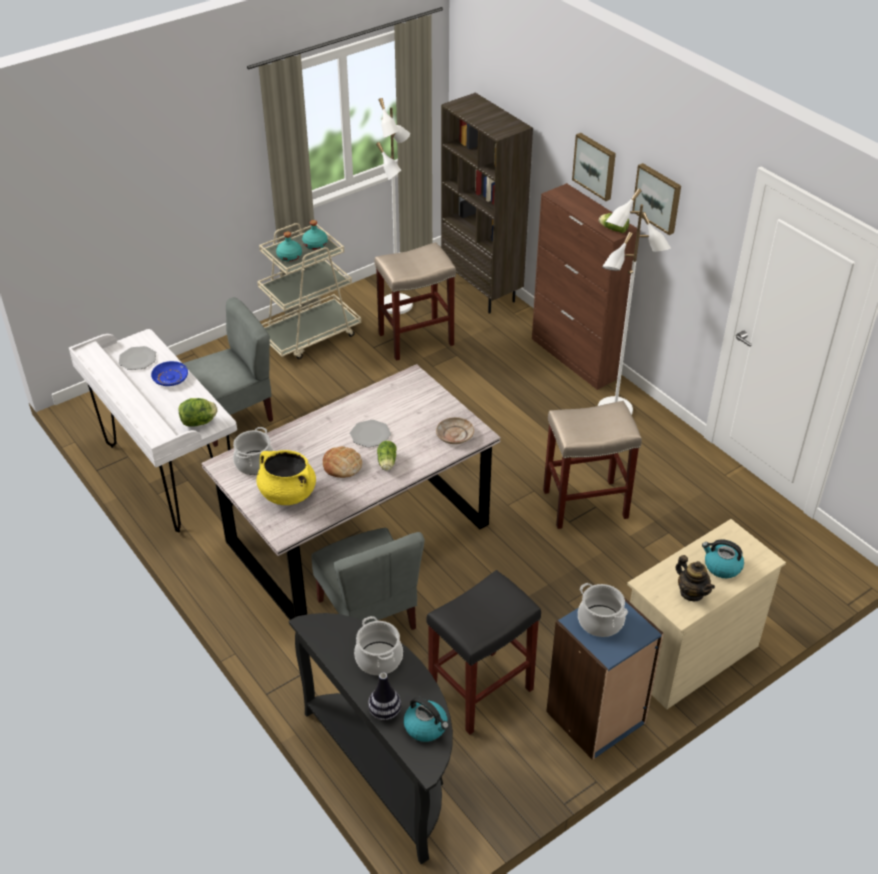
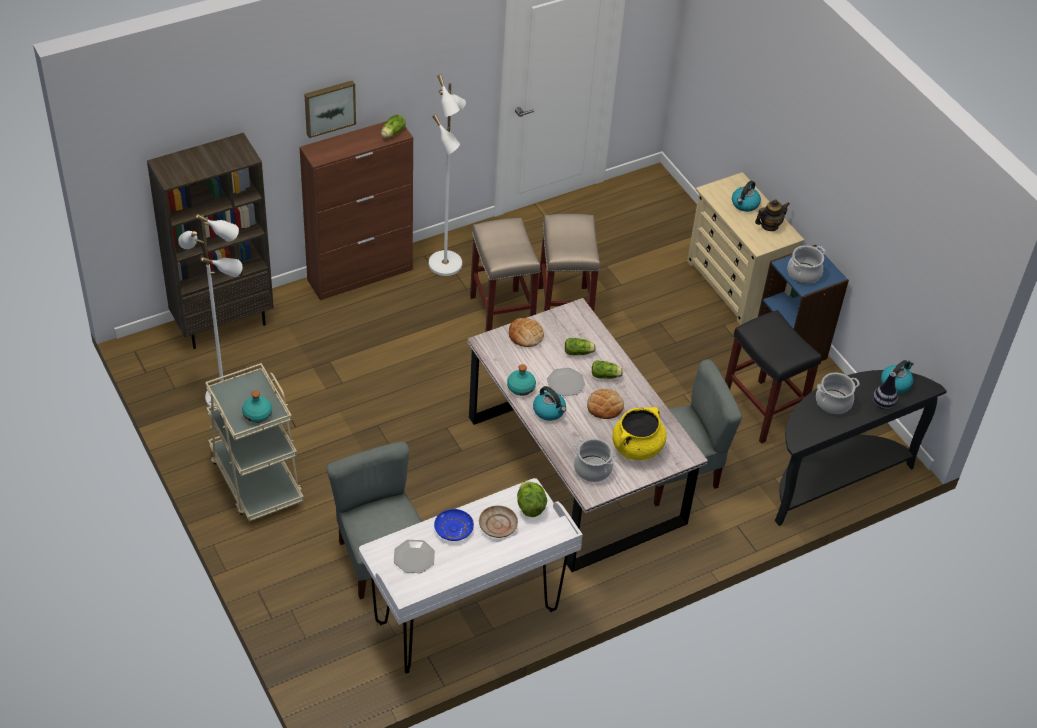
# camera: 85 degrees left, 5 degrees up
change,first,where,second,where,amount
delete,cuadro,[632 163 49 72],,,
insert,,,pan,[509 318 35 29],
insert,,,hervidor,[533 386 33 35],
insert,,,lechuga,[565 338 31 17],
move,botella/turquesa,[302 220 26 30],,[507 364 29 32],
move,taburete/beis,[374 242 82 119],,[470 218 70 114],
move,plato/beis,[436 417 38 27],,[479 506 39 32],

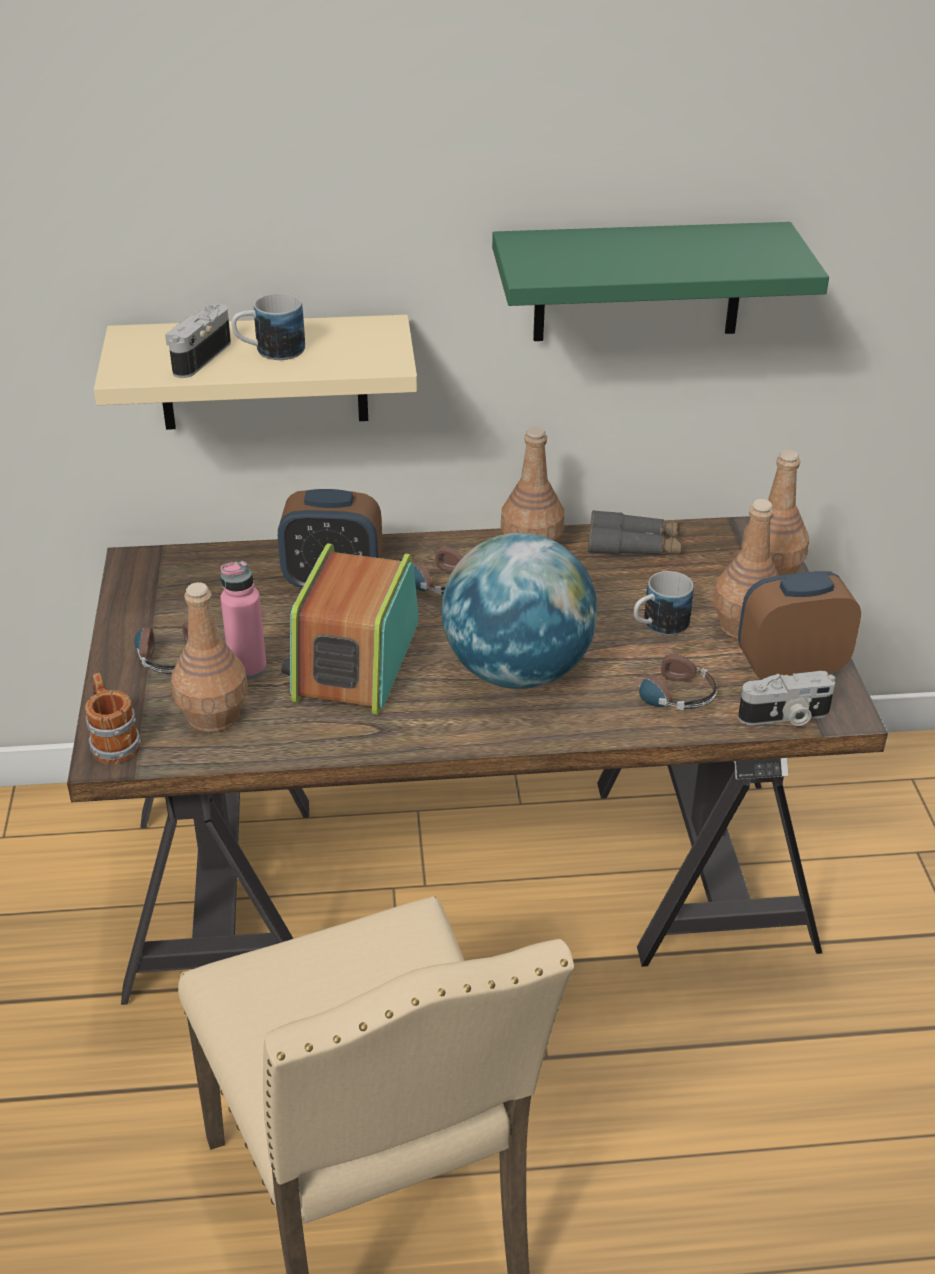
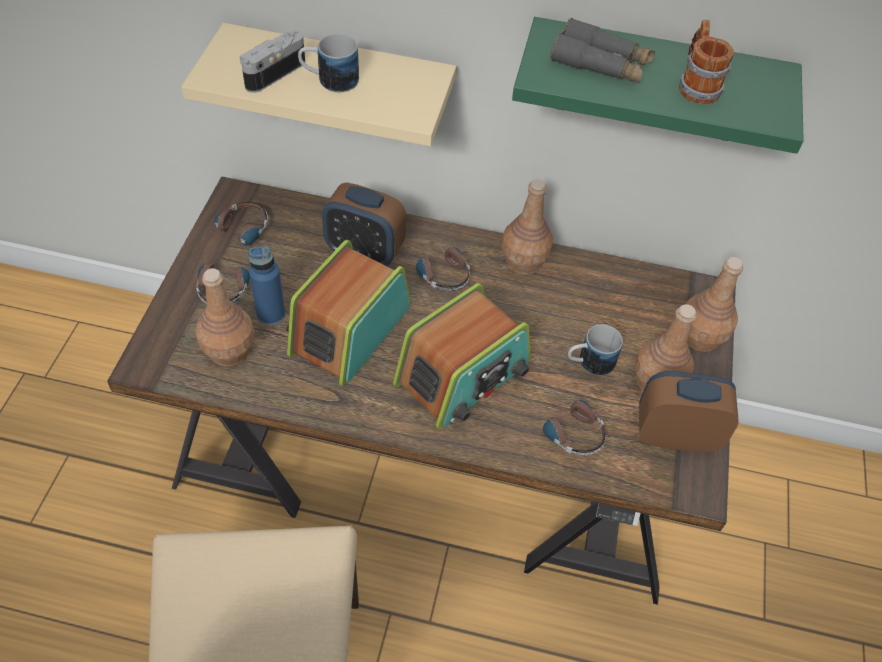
# camera: 15 degrees right, 15 degrees up
change,first,where,second,where,amount
delete,cámara,[738 671 97 55],,,
insert,,,auriculares,[208 202 60 43],
move,taza grande,[85 673 56 91],,[679 20 55 84],
move,prismáticos/gris,[588 510 94 45],,[550 18 105 65],
replace,globo terráqueo,[442 533 156 156],radio,[393 283 138 146],
recolor,botella/rosa,[220 561 47 119],botella/azul,[248 247 37 79],

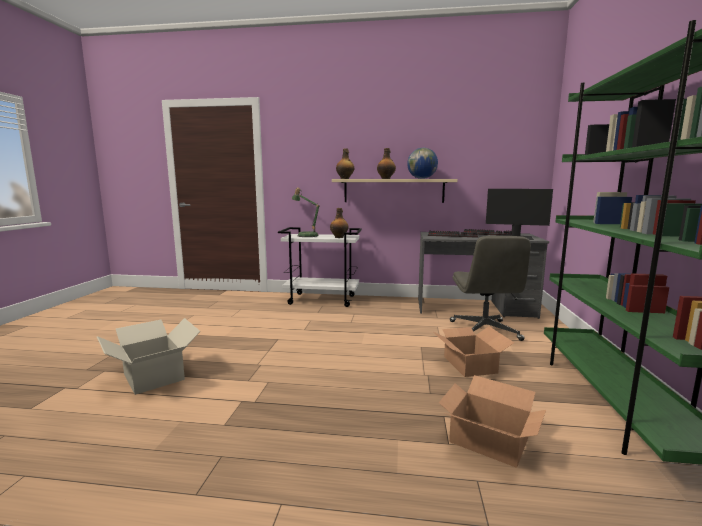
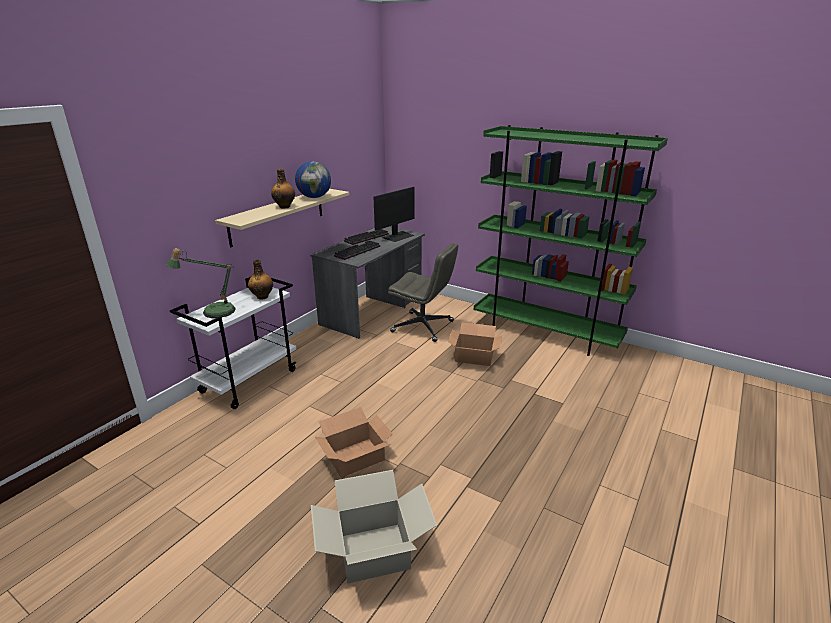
# camera: 65 degrees left, 15 degrees up
change,first,where,second,where,amount
delete,botella,[336 148 18 31],,,
move,caja de cartón,[439 375 107 92],,[315 407 78 71],

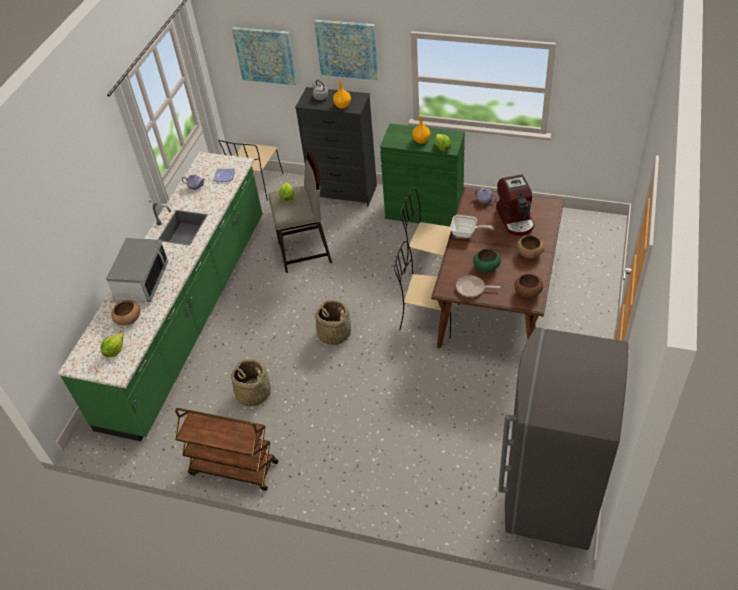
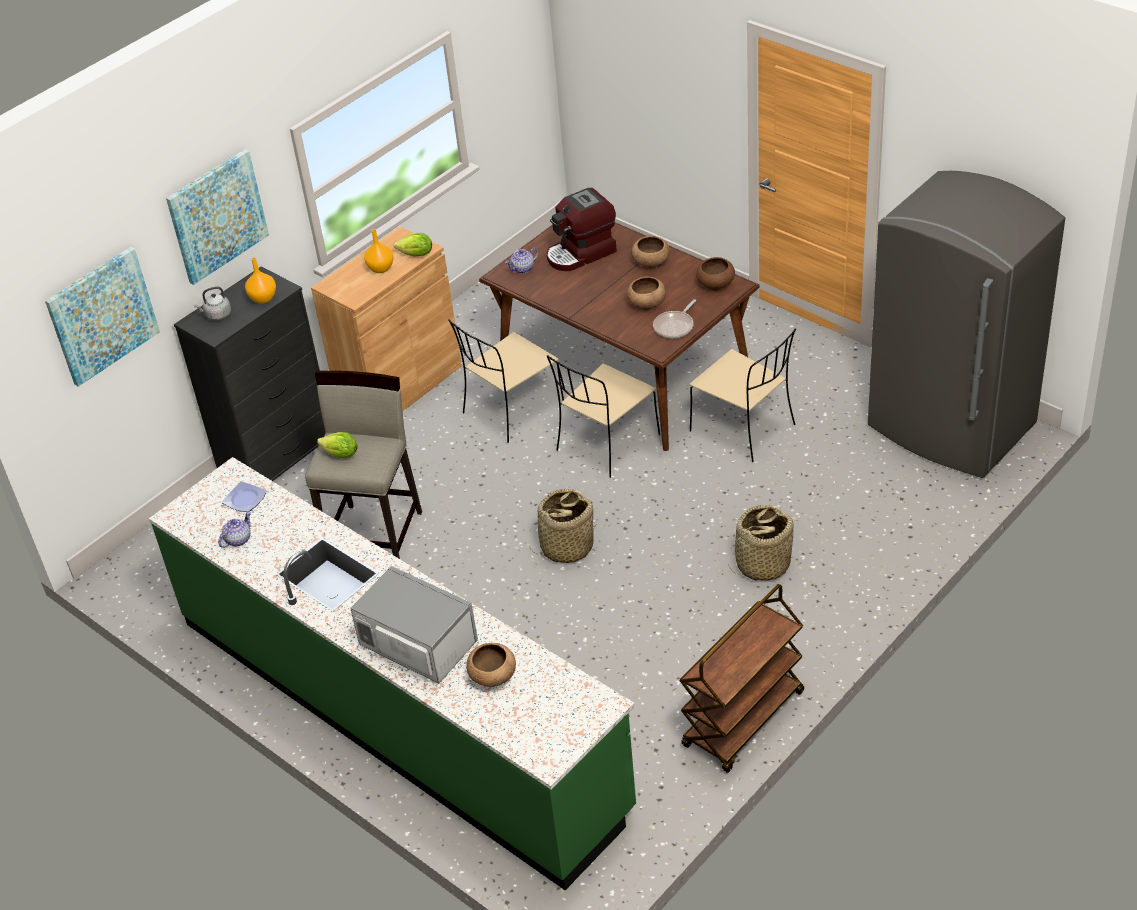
# camera: 65 degrees left, 5 degrees down
change,first,where,second,where,amount
delete,lechuga,[101 333 23 24],,,
delete,sartén,[450 215 44 23],,,
move,silla/beis,[219 140 64 61],,[690 329 106 133],
move,cesta,[231 359 40 47],,[729 505 65 76],
recolor,armario/verde,[380 124 85 103],armario/marrón,[311 227 151 184],
recolor,cuenco/verde,[473 249 28 23],cuenco/marrón,[627 276 39 34],
rotate,cafetera,[496 174 39 62],,[547 188 70 83],135 degrees clockwise

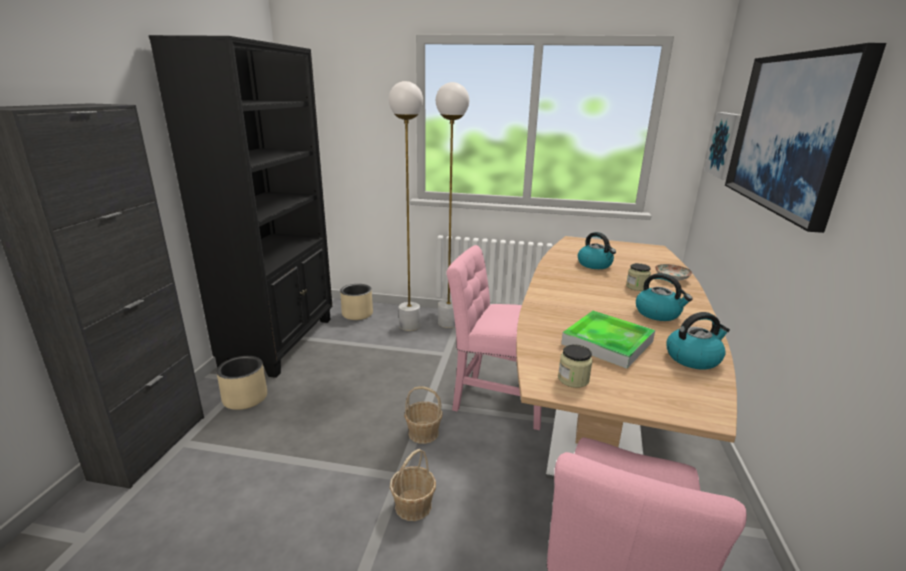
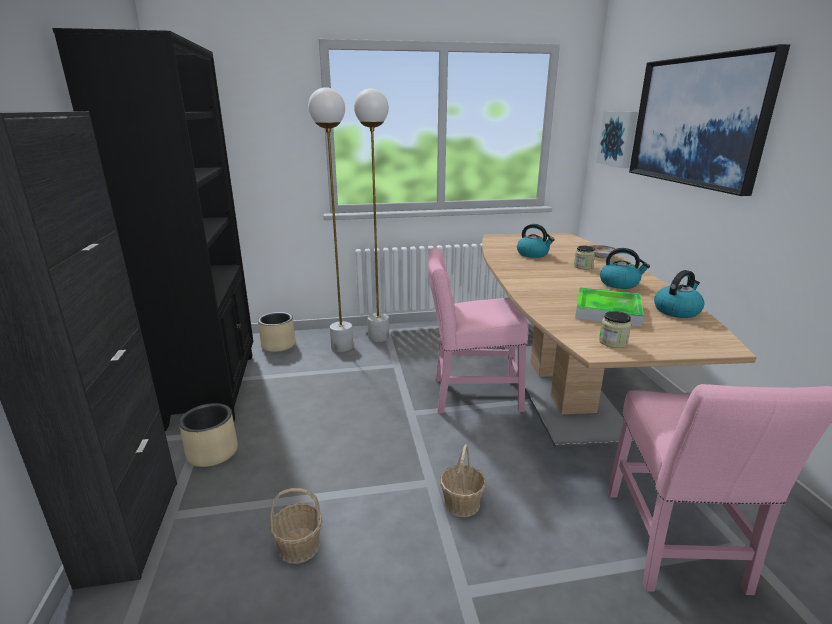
# camera: 20 degrees left, 0 degrees up
change,first,where,second,where,amount
move,cesta,[404 386 39 58],,[270 488 53 76],

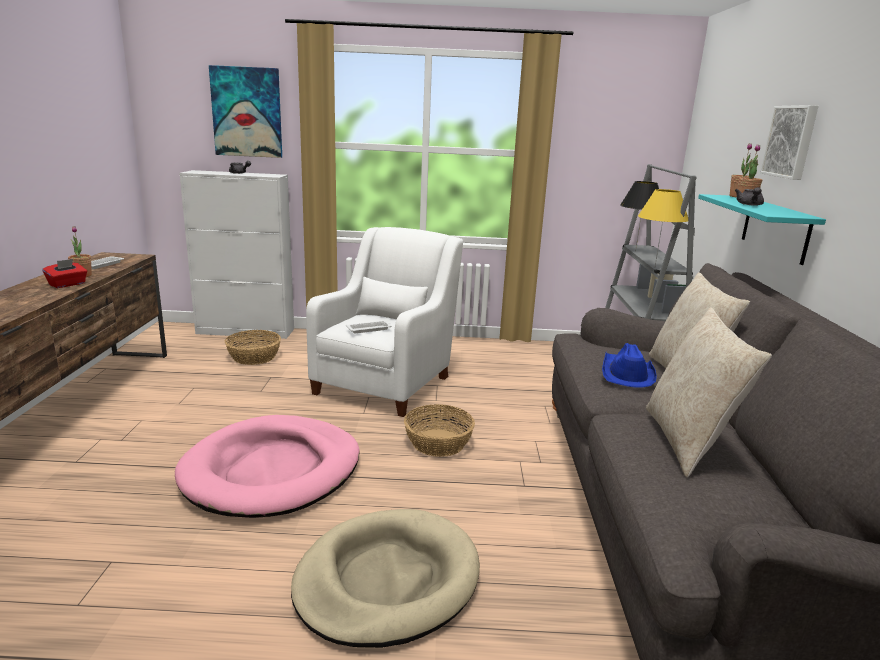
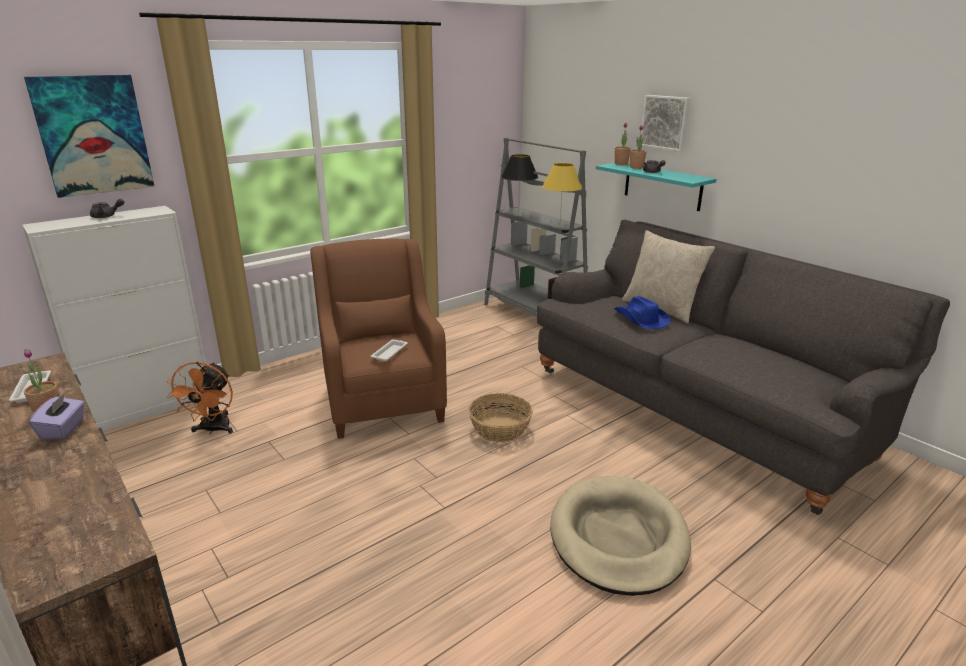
# camera: 40 degrees left, 5 degrees up
change,first,where,second,where,amount
delete,cama para perro/rosa,[175 415 185 103],,,
delete,cojín/beis,[646 307 126 170],,,
replace,cesta,[225 330 56 35],ventilador/naranja,[166 362 67 72],
recolor,caja de pañuelos/rojo,[42 259 45 29],caja de pañuelos/morado,[29 393 56 47],
recolor,sillón/blanco,[306 227 157 190],sillón/marrón,[310 239 137 200],

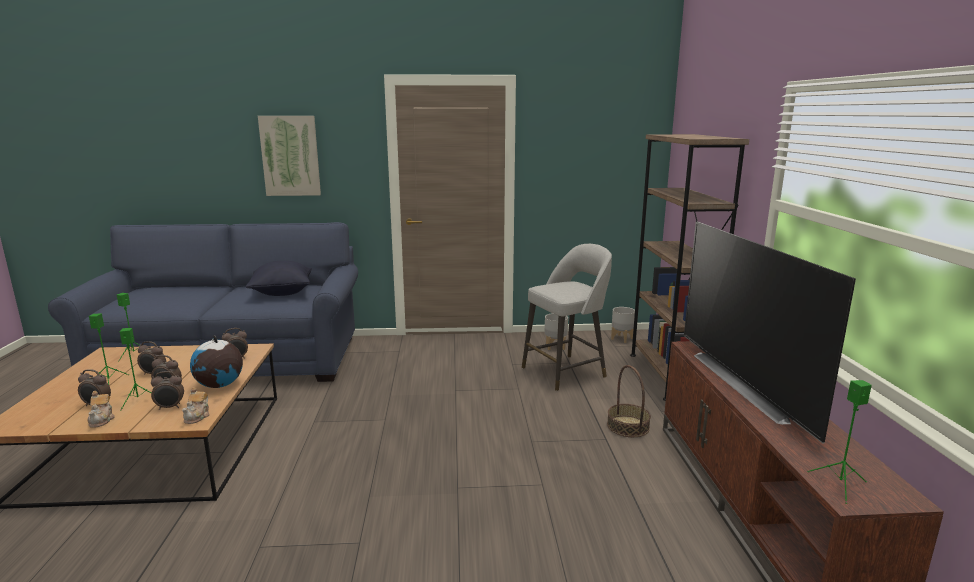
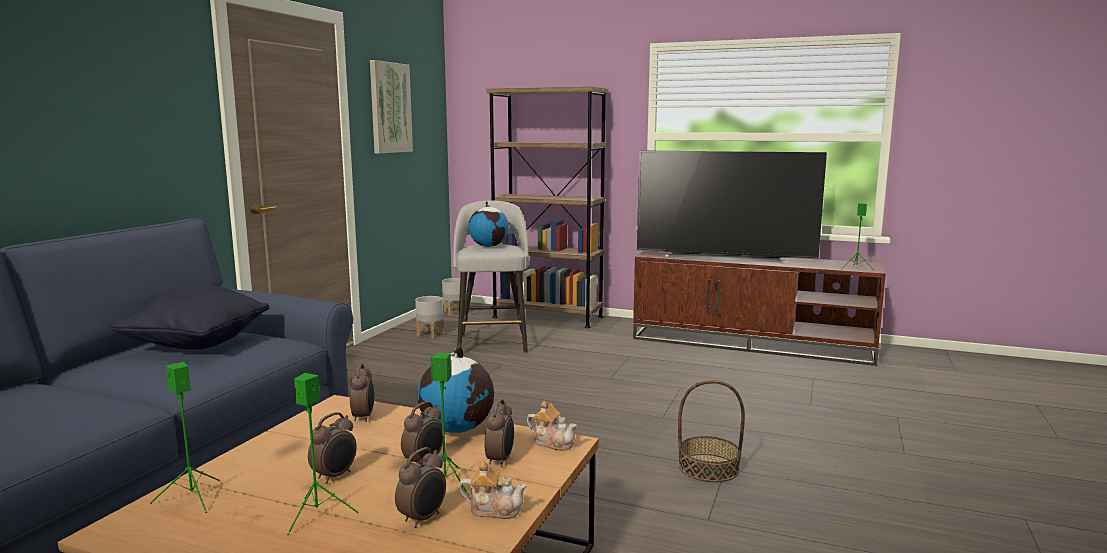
# camera: 65 degrees left, 5 degrees down
change,first,where,second,where,amount
insert,,,globo terráqueo,[468 201 41 46],
move,cuadro,[258 116 63 80],,[370 60 43 94],
move,cesta,[607 365 44 72],,[678 380 67 102],

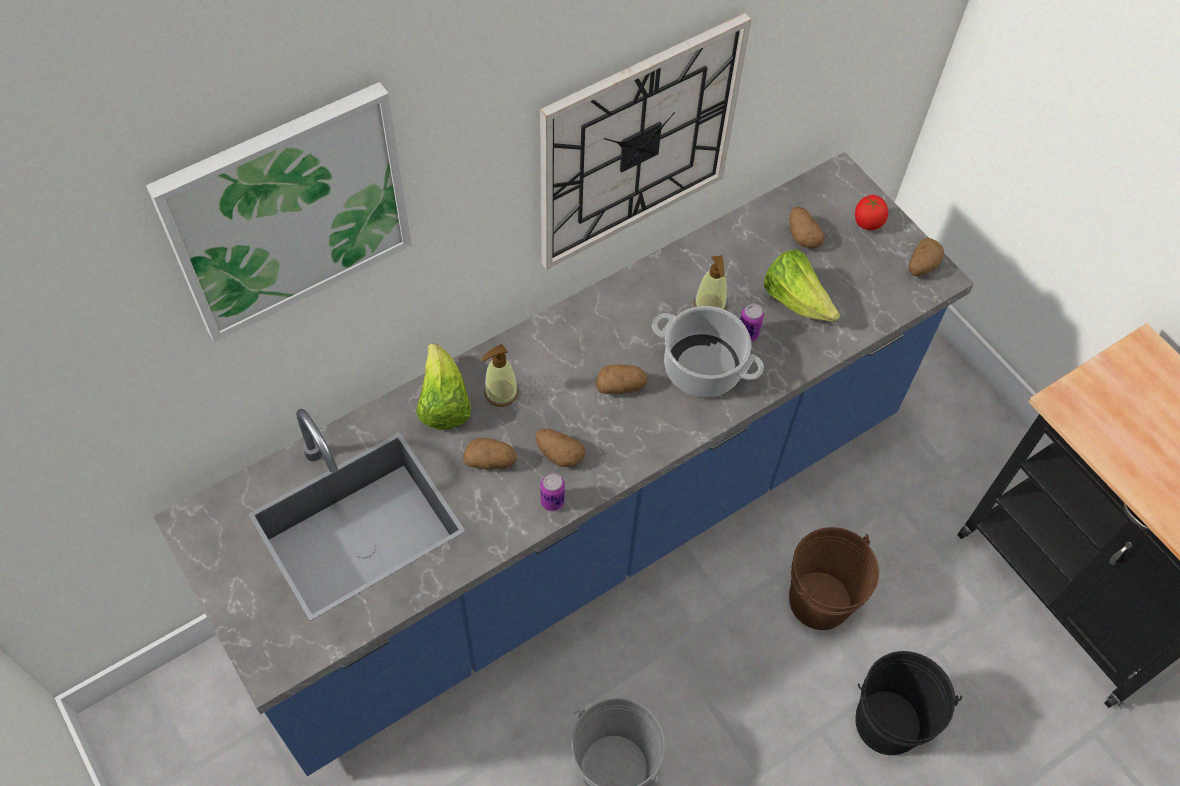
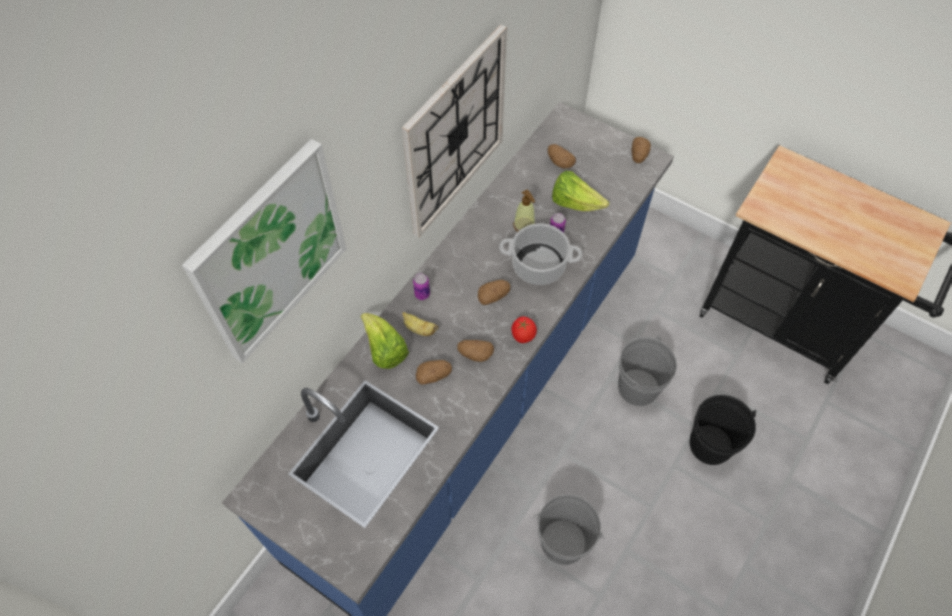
# camera: 20 degrees left, 0 degrees up
change,first,where,second,where,amount
move,lata,[540 473 25 38],,[413 273 17 27],
move,tomate,[855 195 33 35],,[511 317 26 26],
replace,dispensador de jabón,[481 344 37 63],plátano,[402 312 36 24],
recolor,cubo/marrón,[789 527 90 103],cubo/gris,[618 335 59 71],

